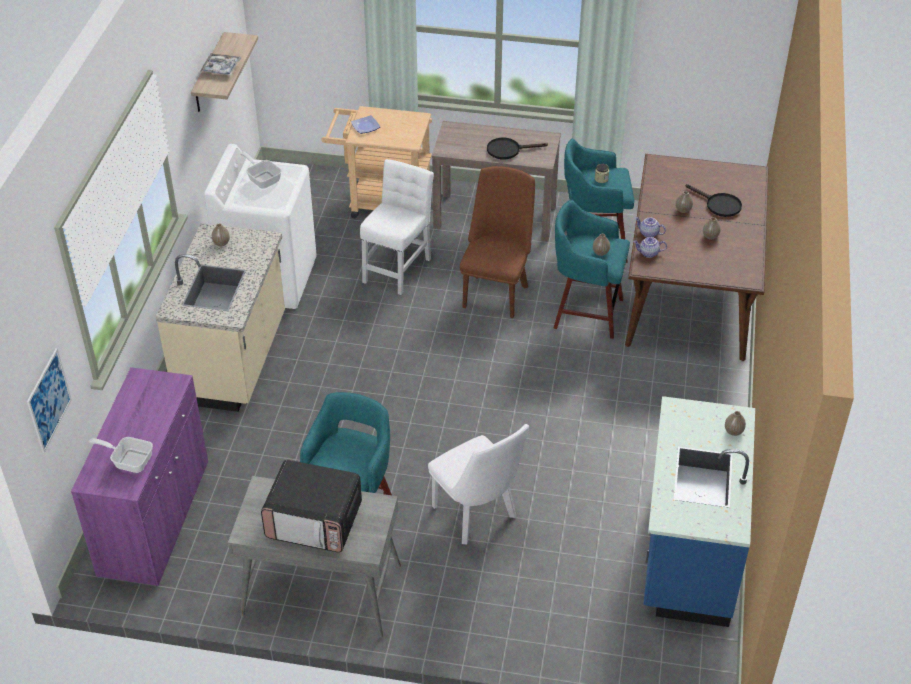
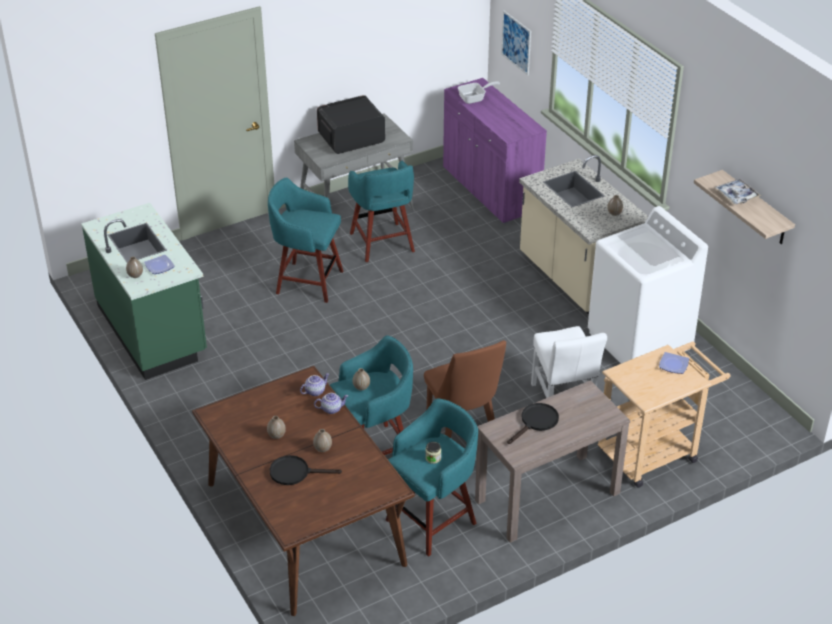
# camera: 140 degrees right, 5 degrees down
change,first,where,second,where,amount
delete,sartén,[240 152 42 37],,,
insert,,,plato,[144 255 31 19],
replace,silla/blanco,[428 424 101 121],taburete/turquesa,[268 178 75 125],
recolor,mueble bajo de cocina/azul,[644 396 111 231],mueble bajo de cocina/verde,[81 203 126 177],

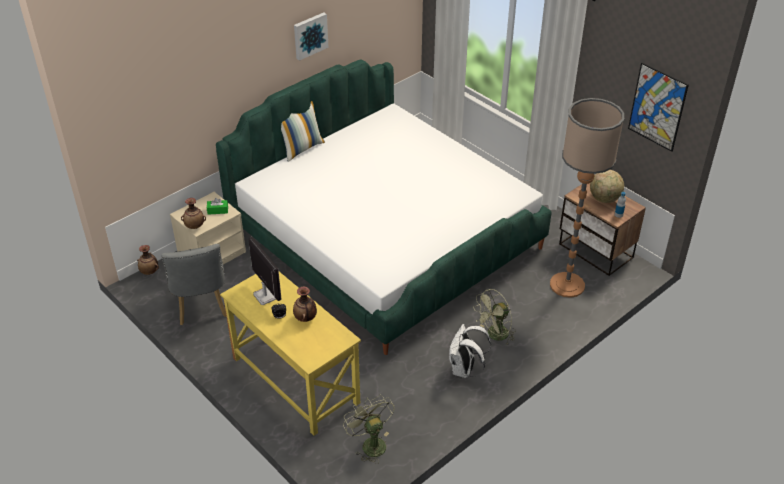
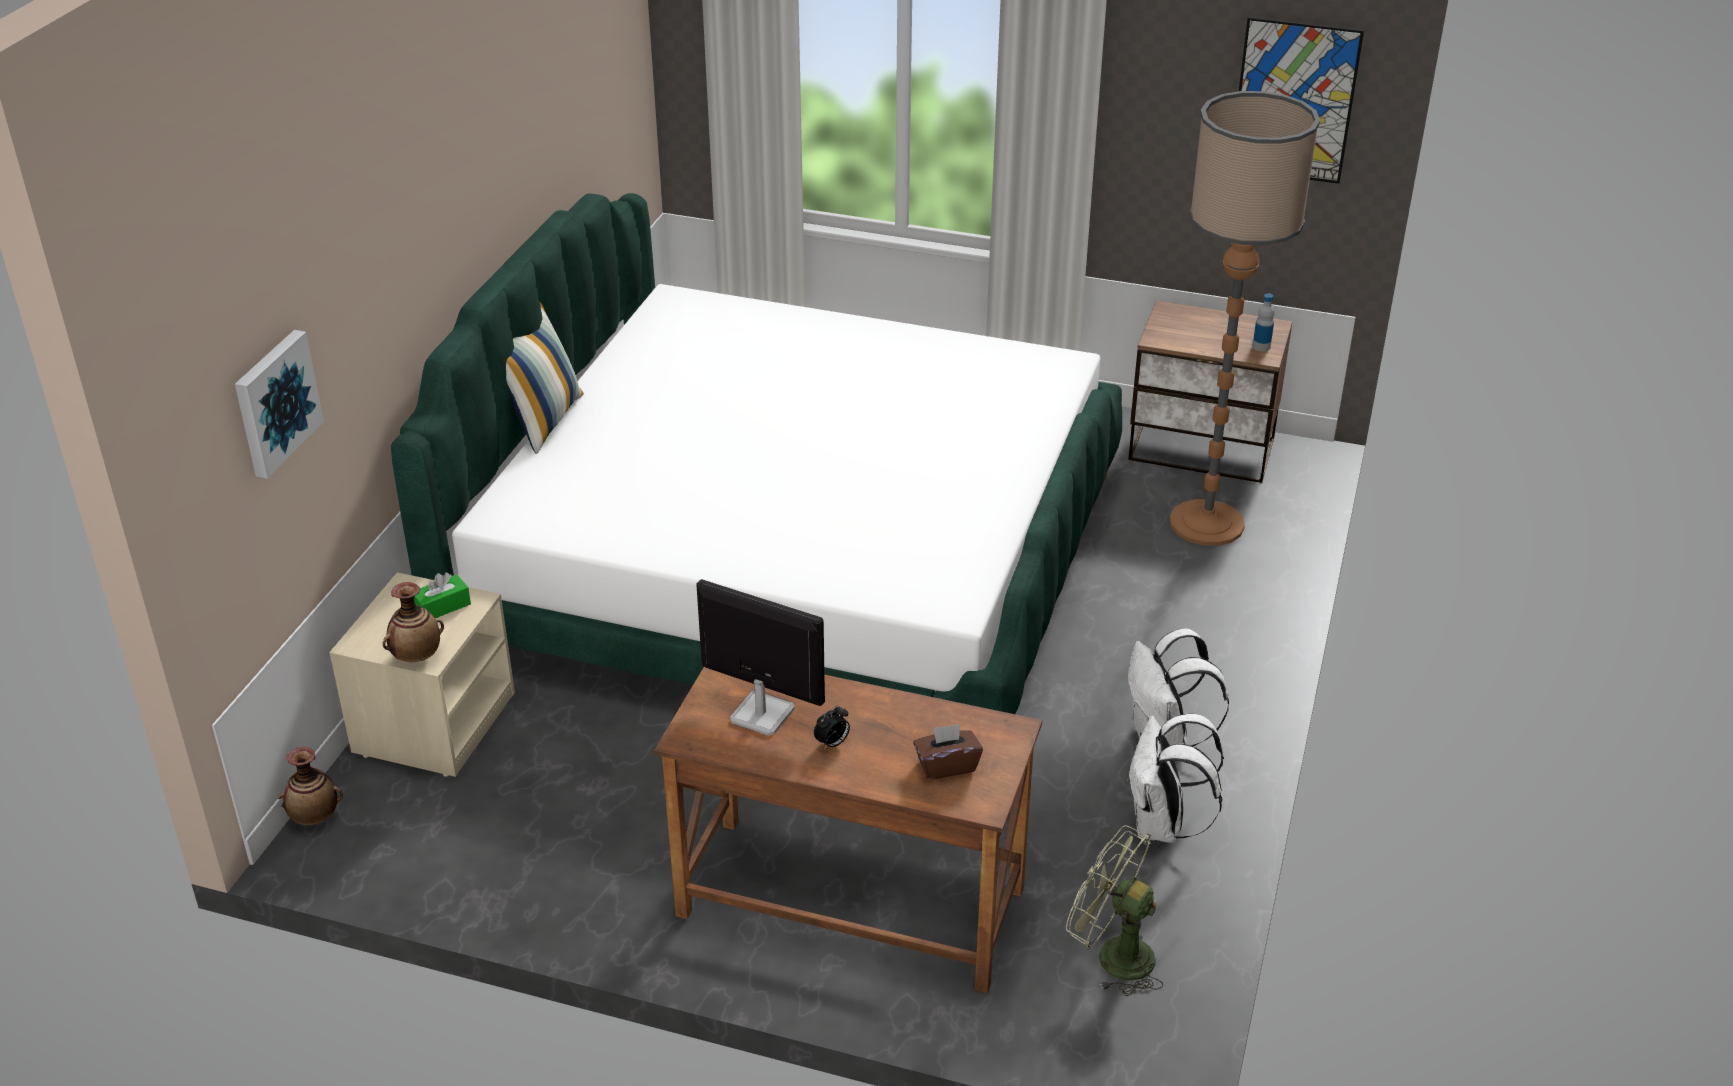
# camera: 30 degrees left, 5 degrees down
change,first,where,second,where,amount
delete,silla/gris,[161 244 65 81],,,
delete,florero,[293 286 24 36],,,
delete,ventilador/verde,[473 289 42 57],,,
delete,globo terráqueo,[590 170 34 33],,,
insert,,,caja de pañuelos/marrón,[913 724 70 56],
insert,,,mochila/blanco,[1127 714 97 129],
move,cuadro,[294 13 35 48],,[235 330 89 149],
recolor,escritorio/amarillo,[220 272 141 164],escritorio/marrón,[654 667 388 326],

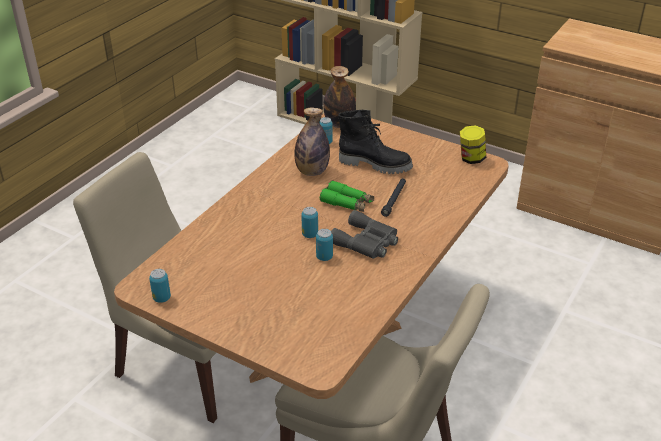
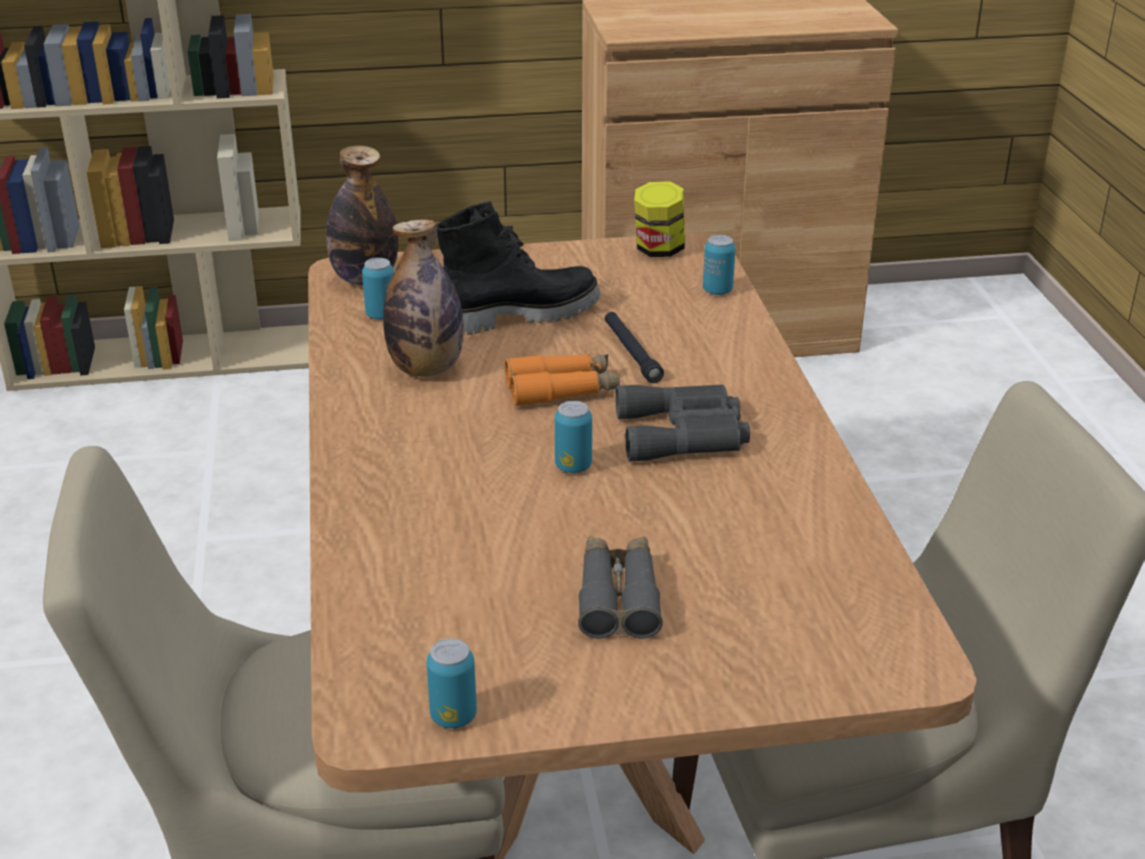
# camera: 40 degrees left, 5 degrees down
change,first,where,second,where,amount
insert,,,prismáticos/gris,[578 536 85 103],
move,lata,[316 229 17 32],,[703 235 33 60],
recolor,prismáticos/verde,[320 180 54 32],prismáticos/naranja,[505 354 115 53],

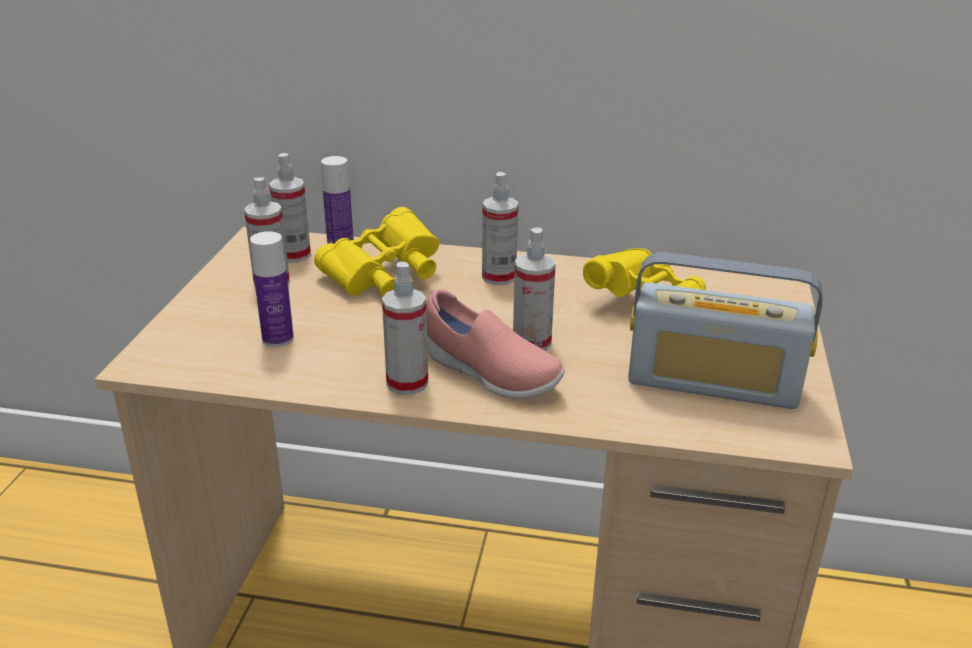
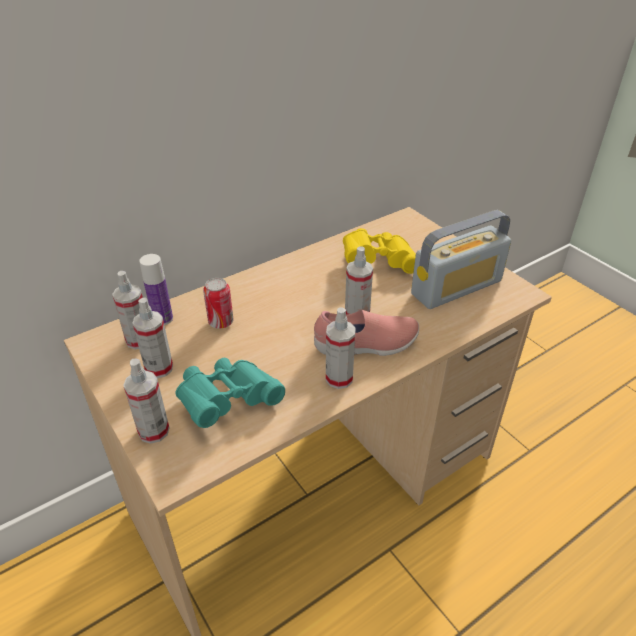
# camera: 45 degrees left, 10 degrees up
change,first,where,second,where,amount
move,pulverizador,[482 172 36 113],,[123 359 46 85],
replace,botella,[250 231 44 116],prismáticos/turquesa,[176 358 109 70],
replace,prismáticos/amarillo,[314 207 125 90],lata,[203 278 30 51],

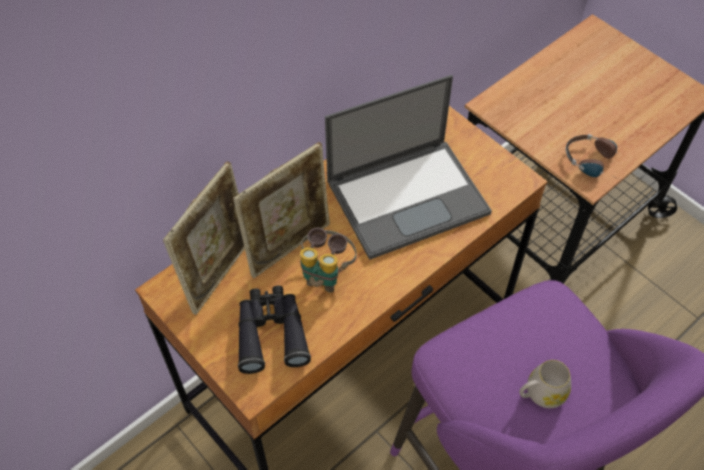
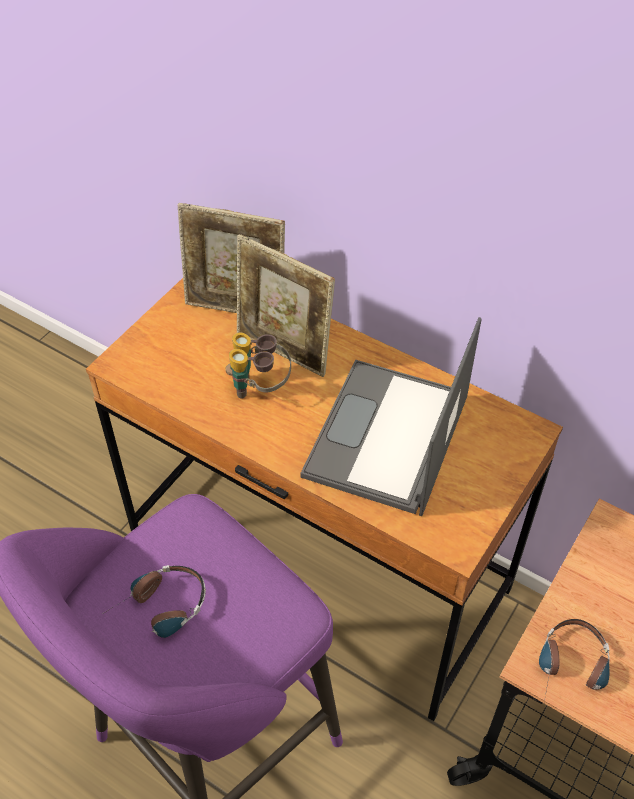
# camera: 75 degrees right, 5 degrees down
change,first,where,second,where,amount
delete,prismáticos/negro,[238 286 73 88],,,
replace,taza grande/blanco,[519 360 52 48],auriculares,[104 565 102 73],
rotate,portátil,[325 75 167 185],,[301 317 181 199],60 degrees clockwise

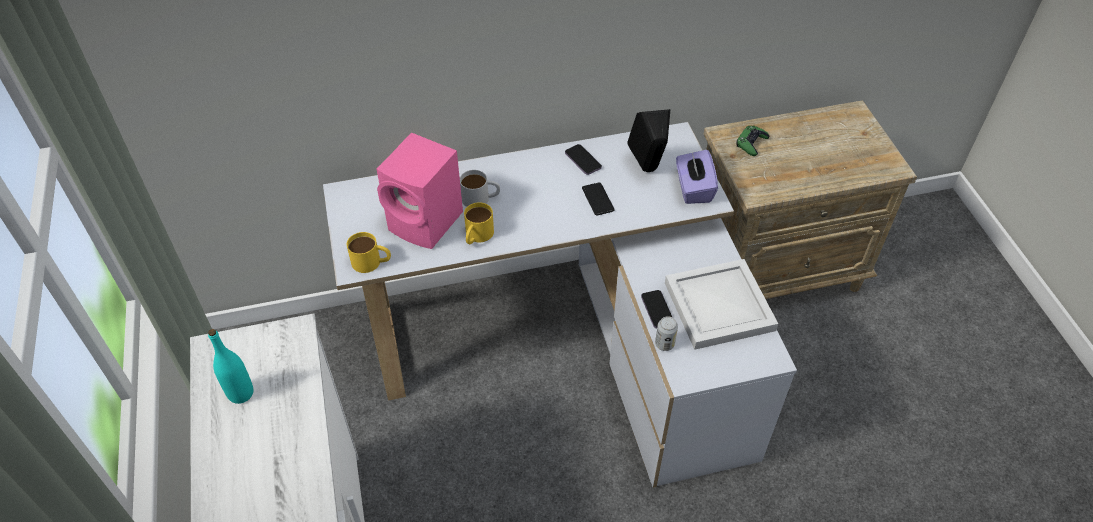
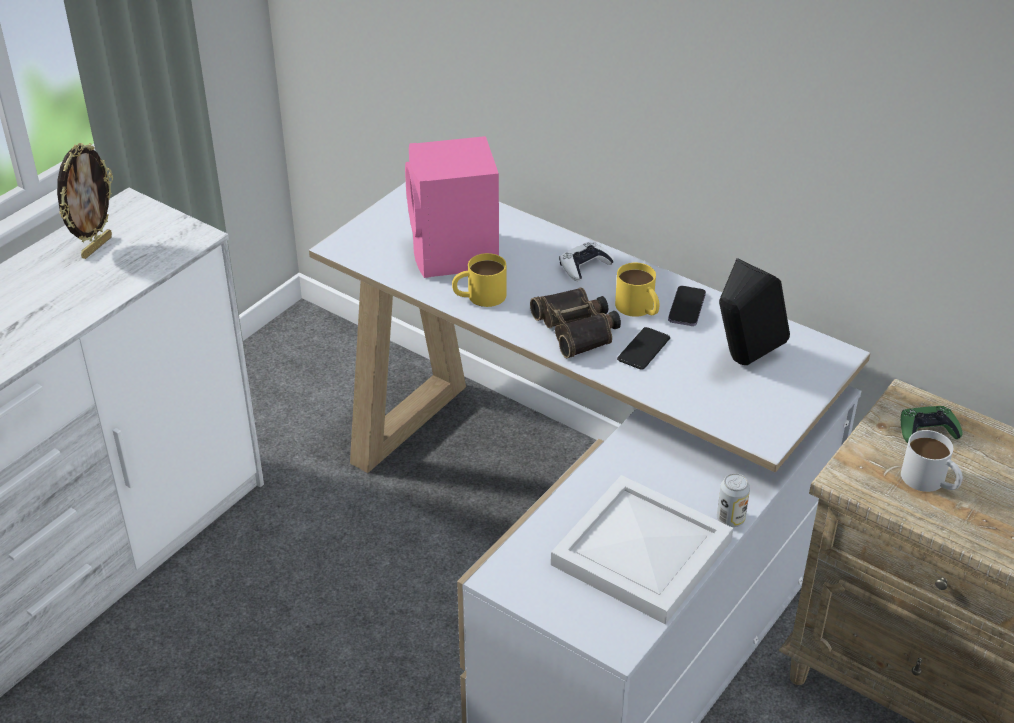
# camera: 50 degrees right, 10 degrees down
change,first,where,second,where,amount
delete,móvil,[641 290 32 38],,,
delete,caja de pañuelos/morado,[676 150 42 54],,,
insert,,,prismáticos,[530 287 91 71],
insert,,,mando de consola/blanco,[559 242 55 39],
move,taza grande/amarillo,[347 232 44 41],,[615 263 45 54],
move,taza grande/blanco,[460 170 40 37],,[901 430 62 62],
move,lata,[655 316 23 35],,[717 473 33 54],
replace,botella/turquesa,[208 329 45 75],portarretratos,[57 143 56 116],

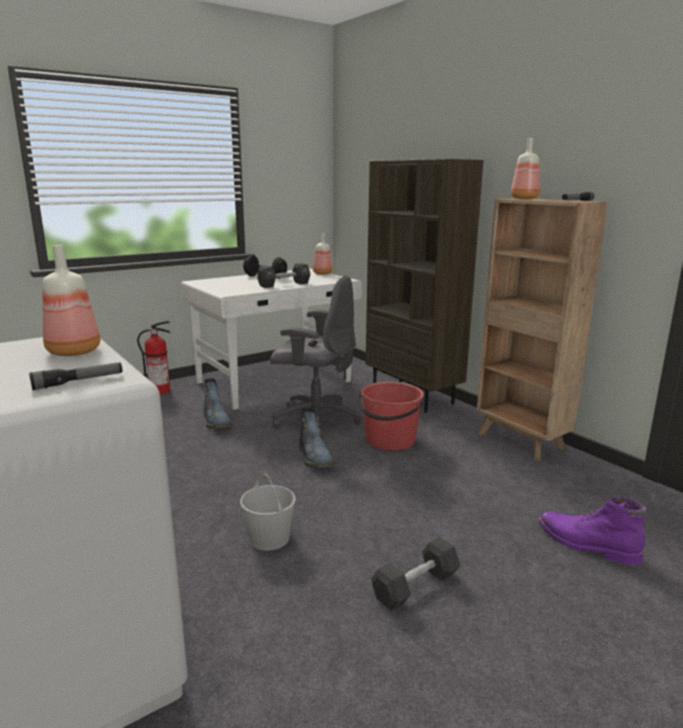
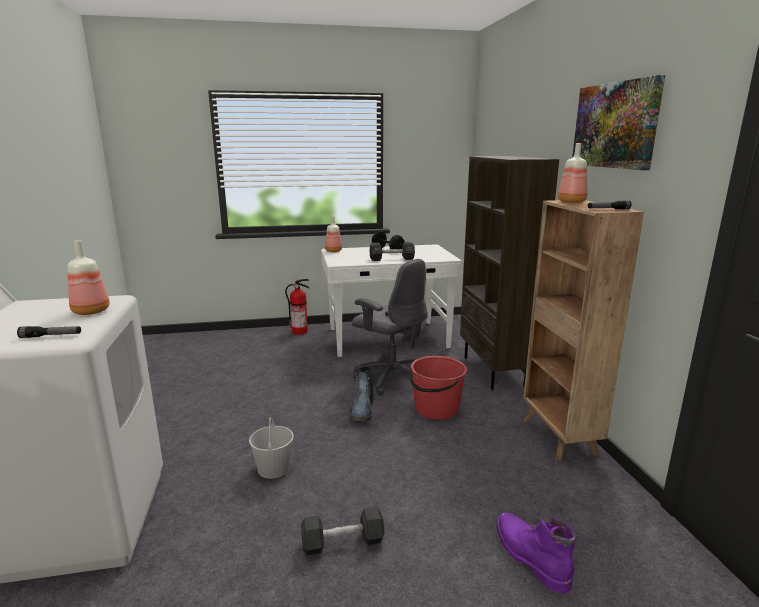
# camera: 25 degrees right, 0 degrees up
change,first,where,second,where,amount
delete,bota,[203 378 29 51],,,
insert,,,cuadro,[572 75 93 95],
move,botella,[313 233 19 42],,[325 216 17 36],

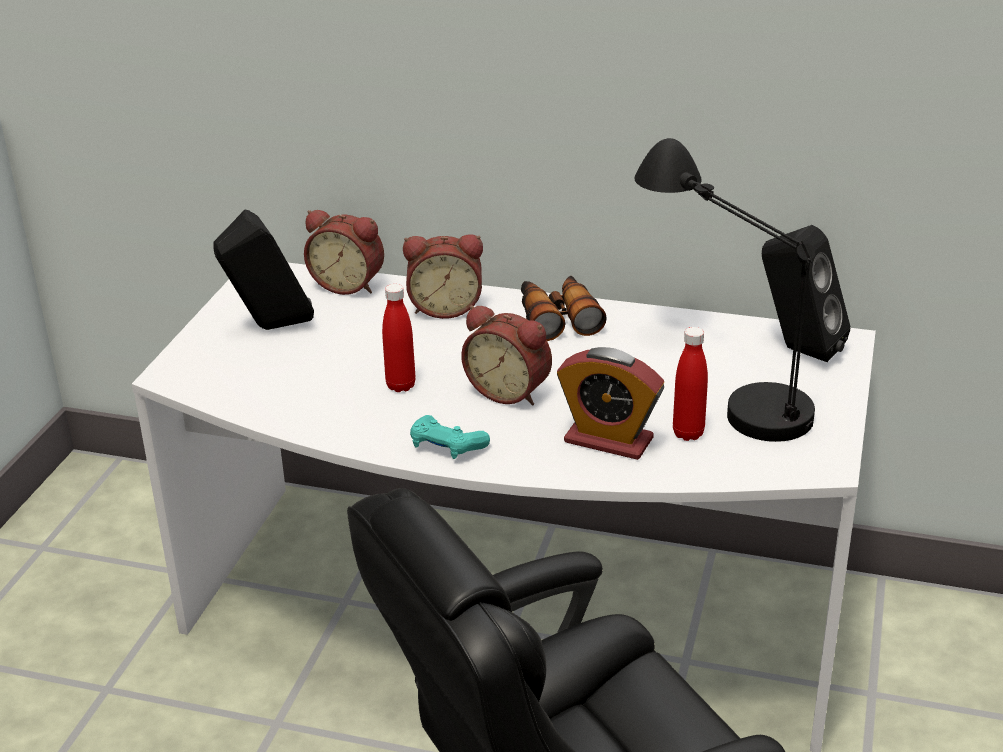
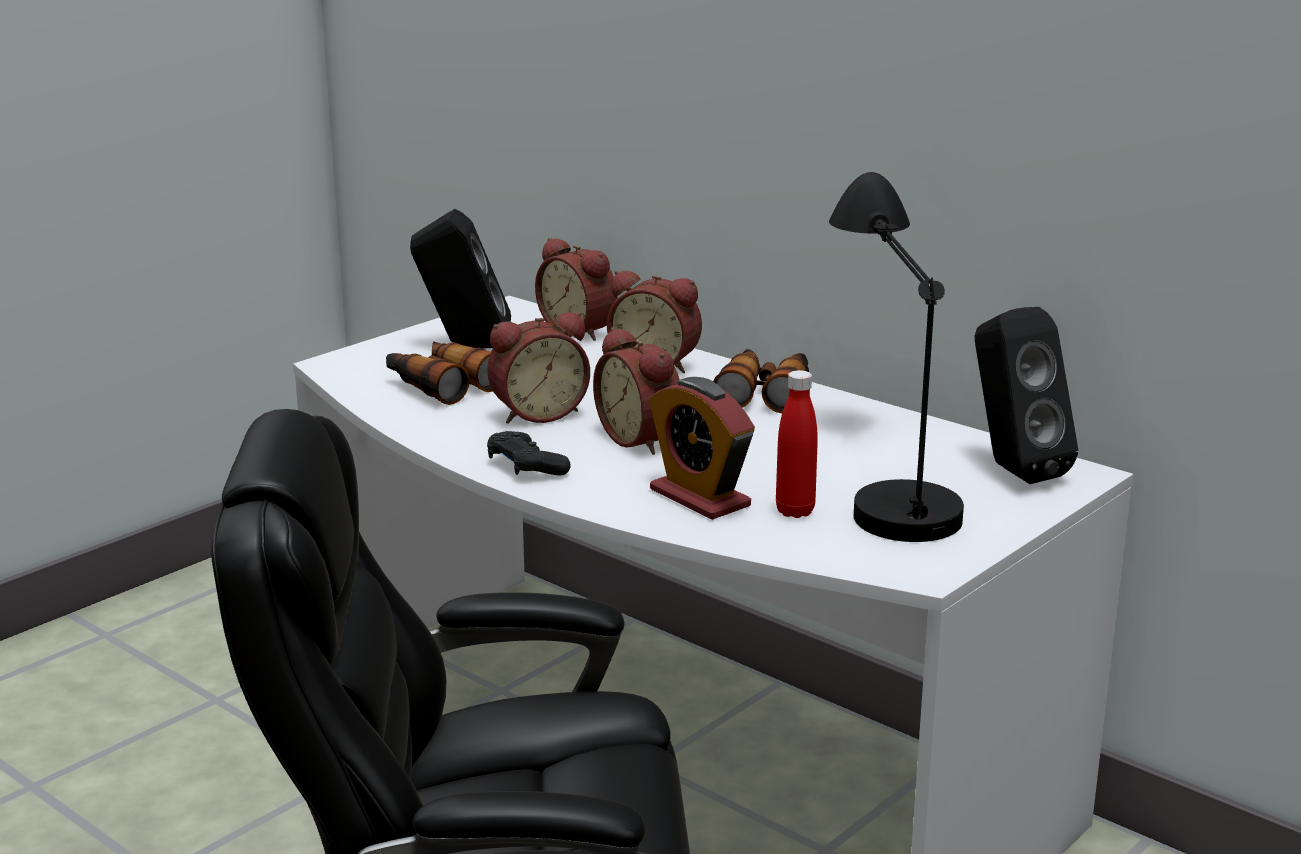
# camera: 25 degrees right, 10 degrees down
change,first,where,second,where,amount
insert,,,prismáticos,[386 341 107 64],
replace,botella/rojo,[382 284 34 108],despertador,[487 312 103 112],
recolor,mando de consola/turquesa,[410 415 80 44],mando de consola/negro,[487 431 84 45],

